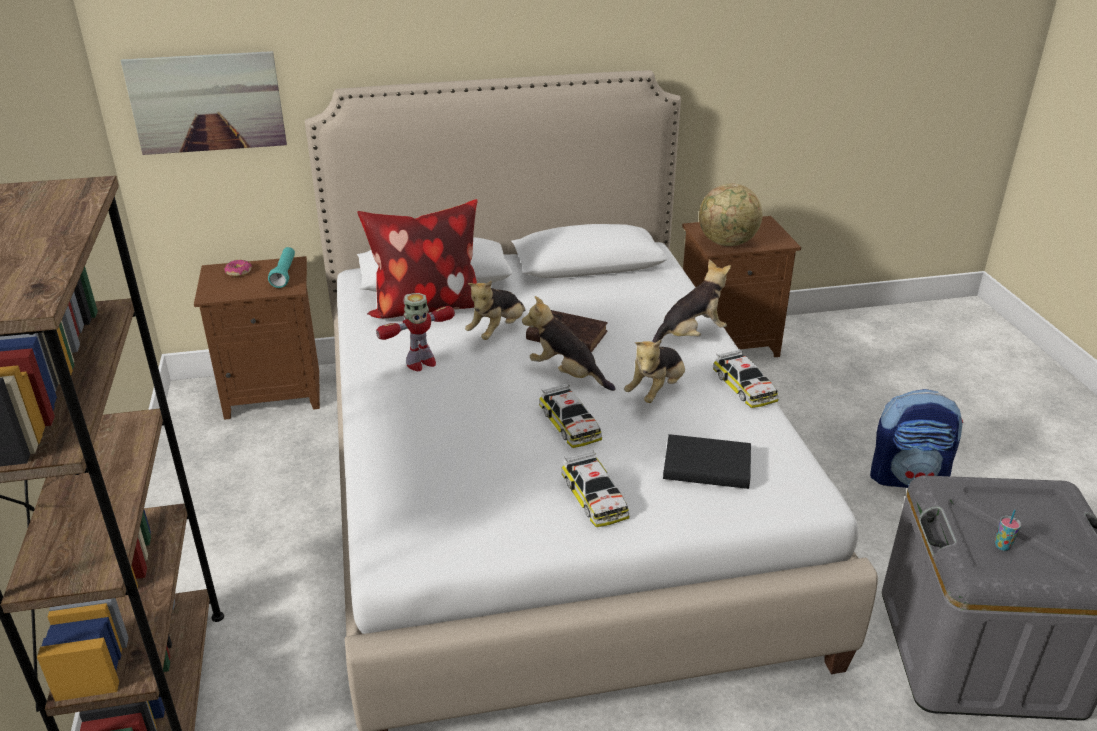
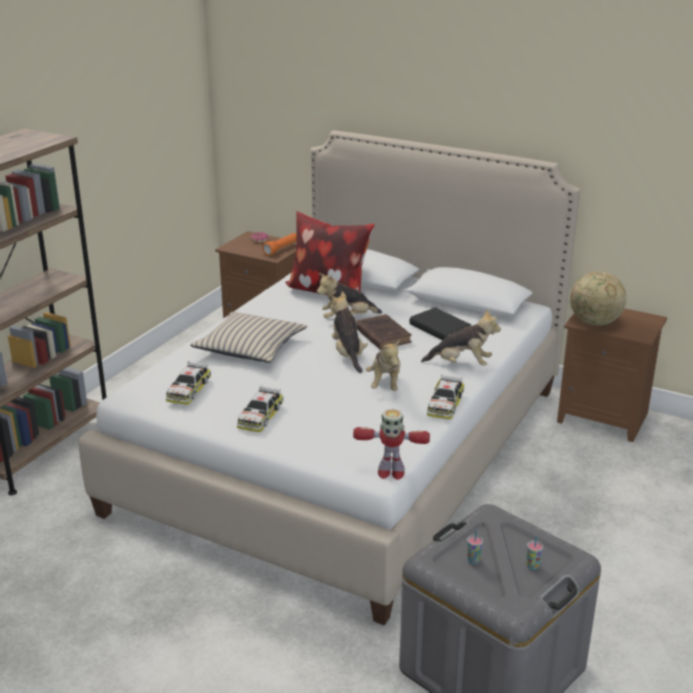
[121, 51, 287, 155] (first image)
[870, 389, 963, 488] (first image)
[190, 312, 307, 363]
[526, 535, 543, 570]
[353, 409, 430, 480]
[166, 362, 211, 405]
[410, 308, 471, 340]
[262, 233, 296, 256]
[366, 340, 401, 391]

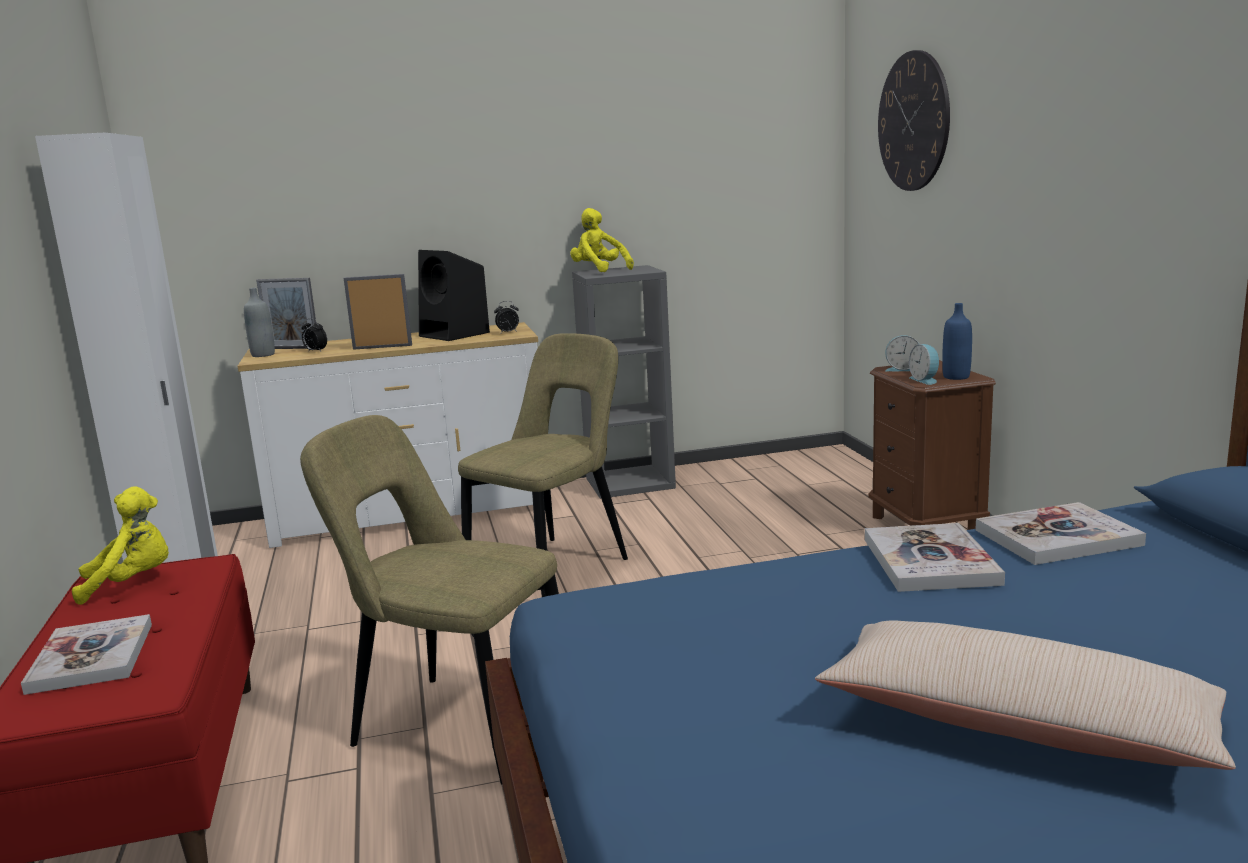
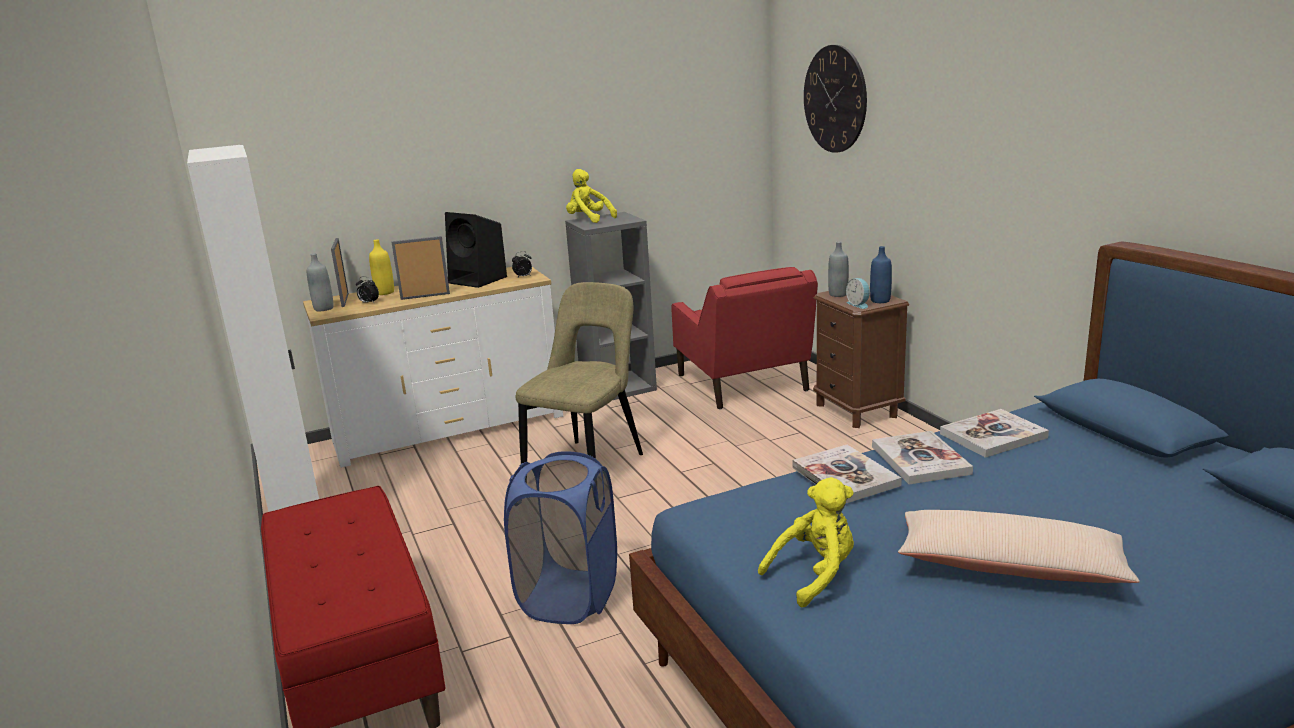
[369, 239, 394, 295]
[671, 267, 818, 410]
[792, 445, 902, 503]
[758, 477, 854, 607]
[504, 451, 617, 624]
[828, 242, 849, 297]
[331, 238, 349, 307]

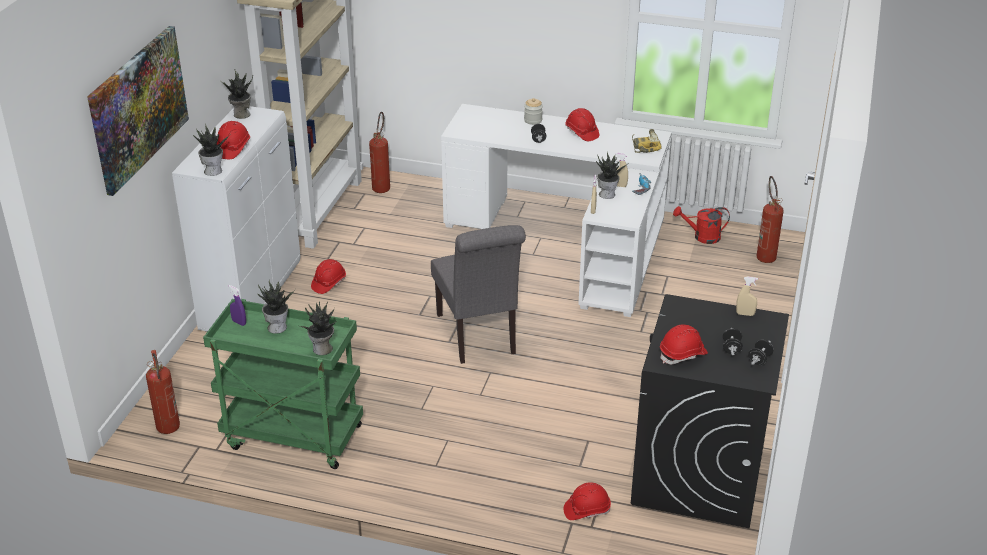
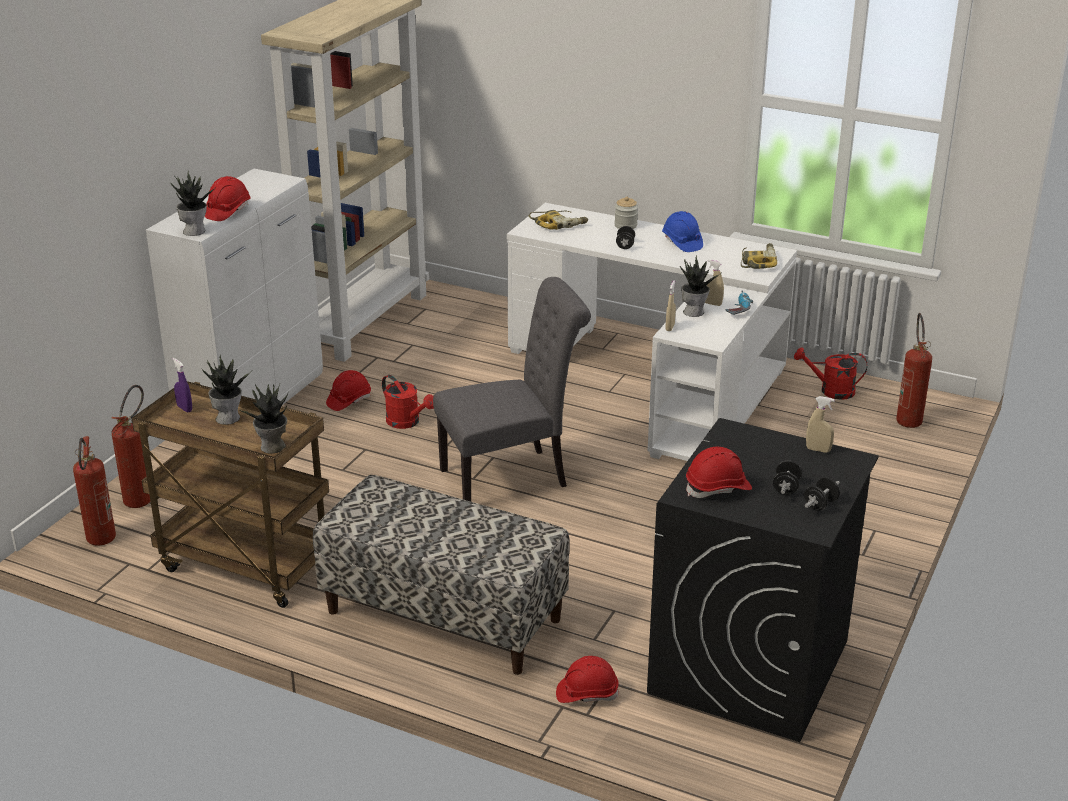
[87, 26, 189, 196] (first image)
[222, 69, 253, 119] (first image)
[313, 475, 570, 675]
[382, 375, 434, 429]
[528, 210, 588, 230]
[111, 385, 150, 508]
[132, 381, 329, 608]
[662, 211, 703, 252]
[433, 277, 591, 501]

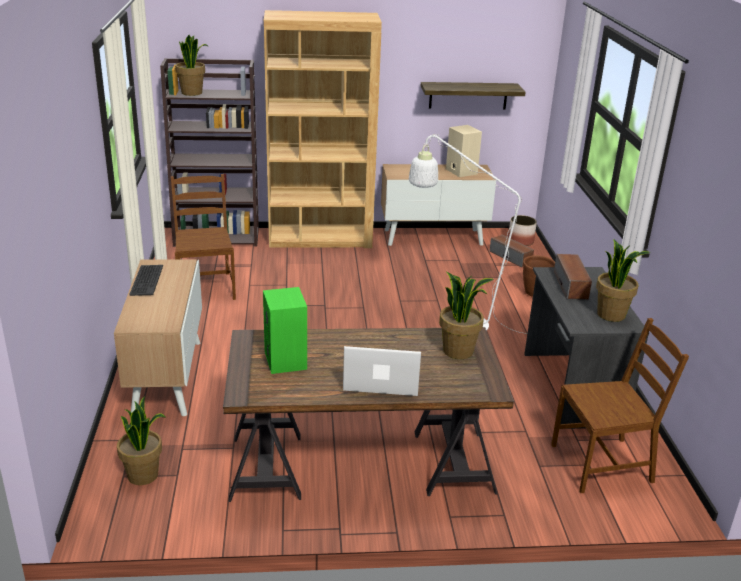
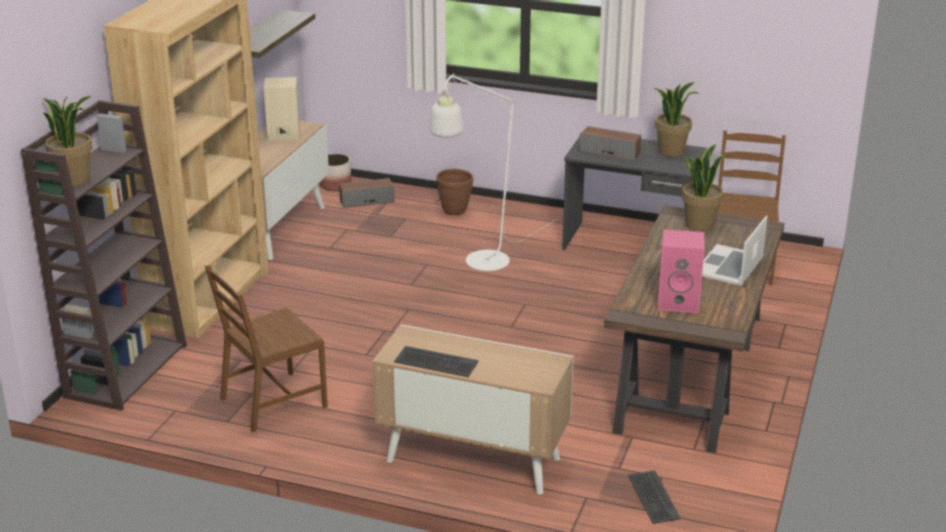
[628, 470, 681, 524]
[658, 229, 705, 313]
[205, 265, 328, 433]

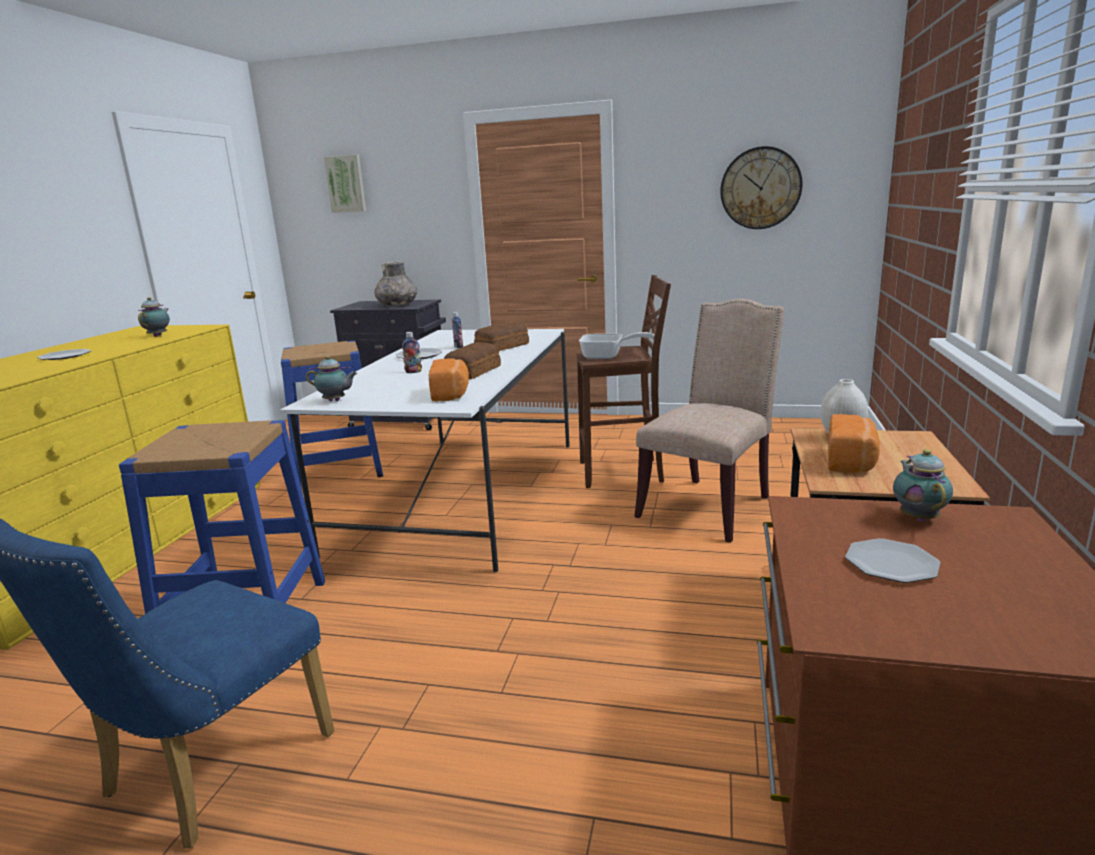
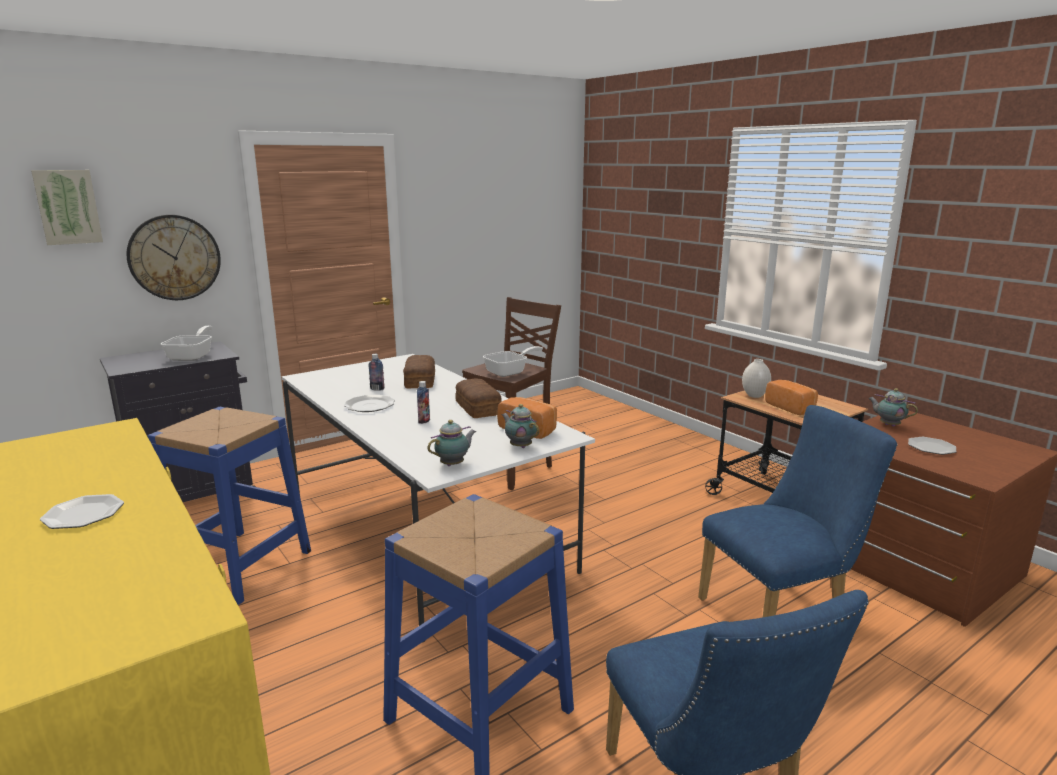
[634, 299, 785, 543] (first image)
[698, 405, 897, 617]
[502, 404, 539, 448]
[127, 215, 221, 300]
[161, 326, 212, 361]

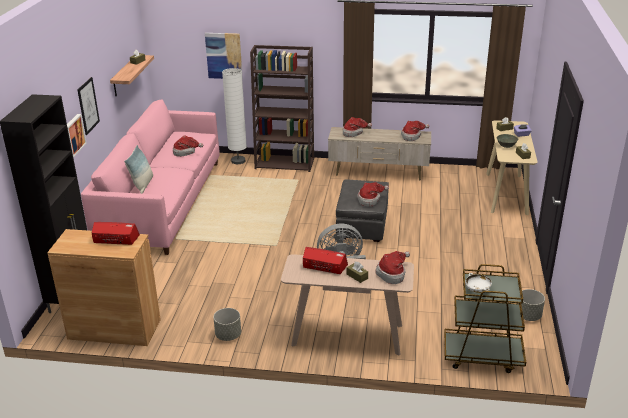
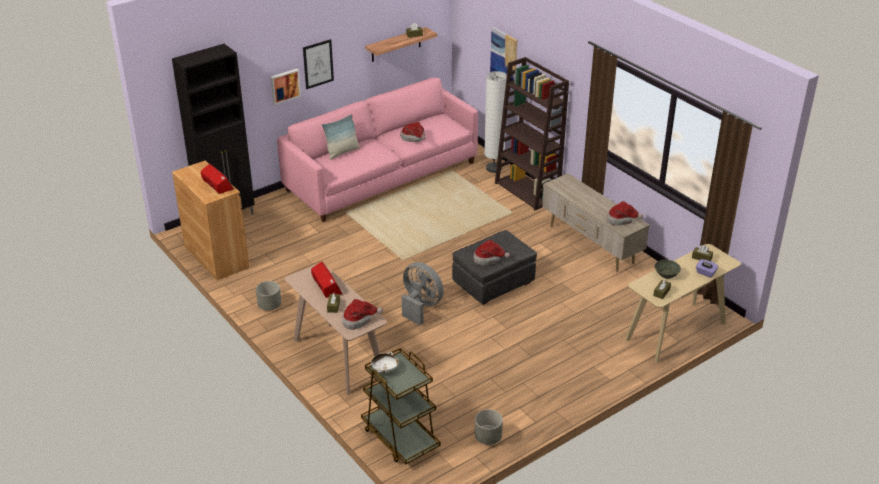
[343, 117, 372, 137] (first image)

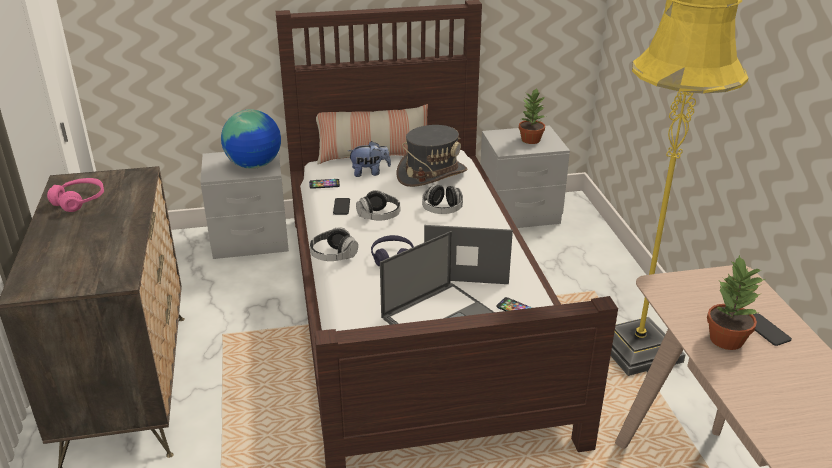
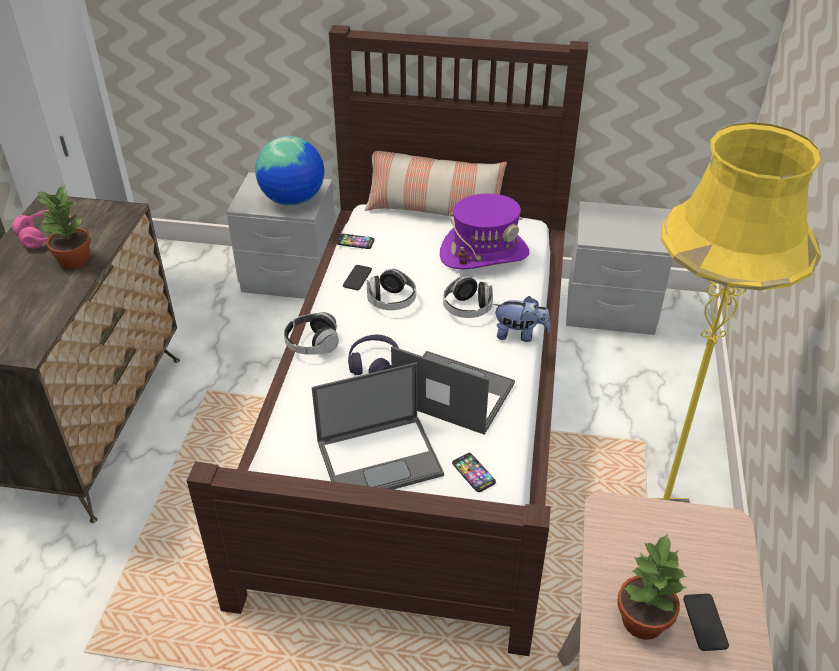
[493, 296, 550, 342]
[37, 186, 91, 269]
[440, 194, 529, 269]

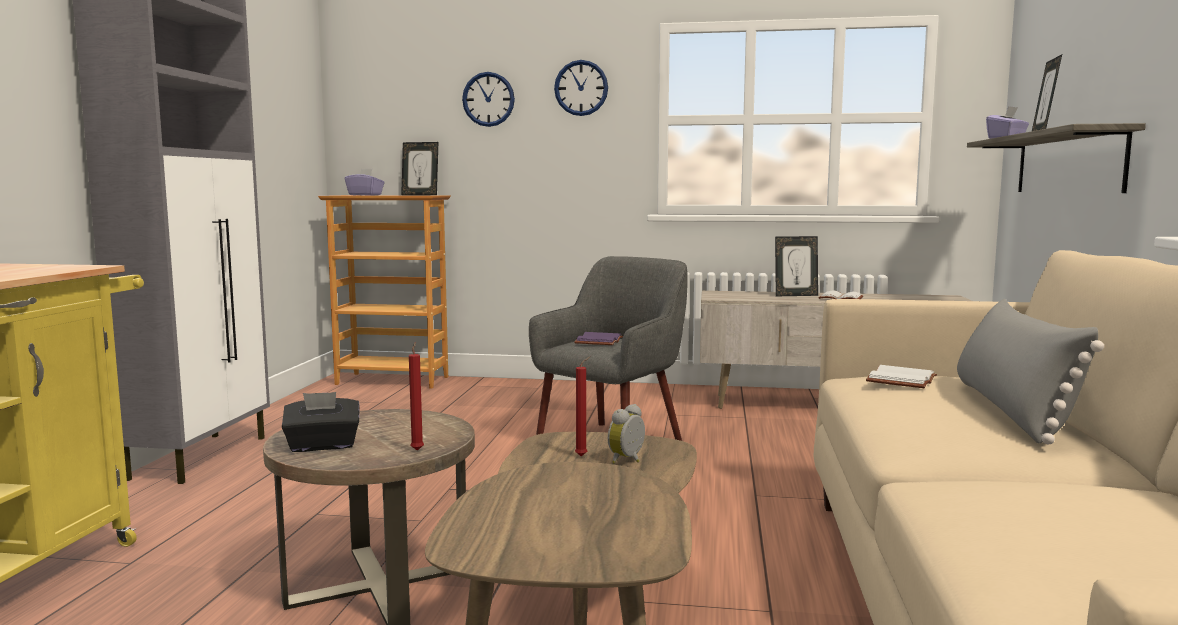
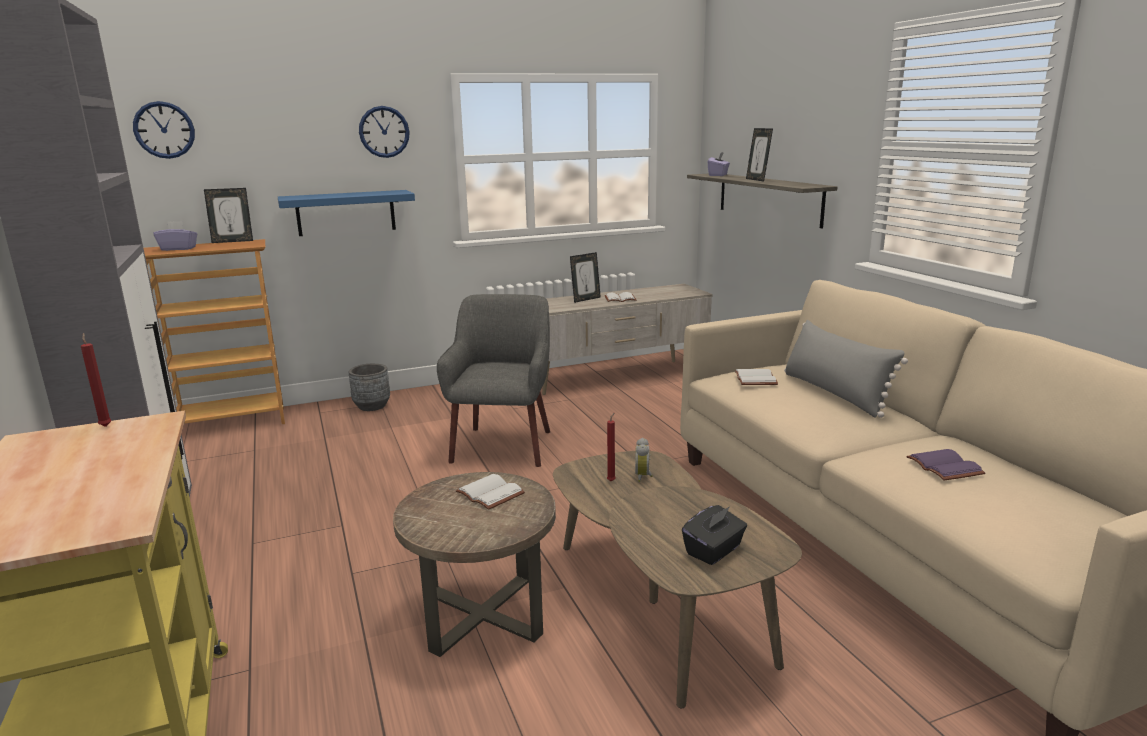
[278, 190, 415, 236]
[349, 364, 390, 411]
[456, 474, 525, 510]
[682, 505, 747, 565]
[81, 333, 112, 427]
[133, 101, 195, 159]
[907, 449, 985, 481]

